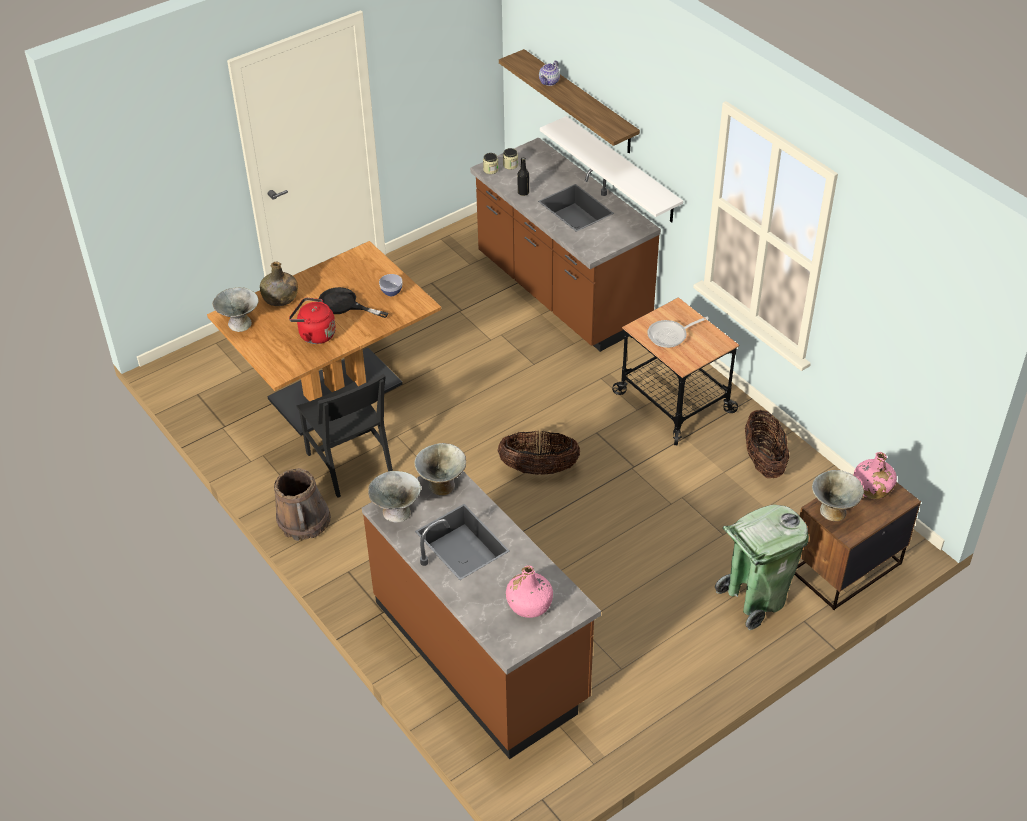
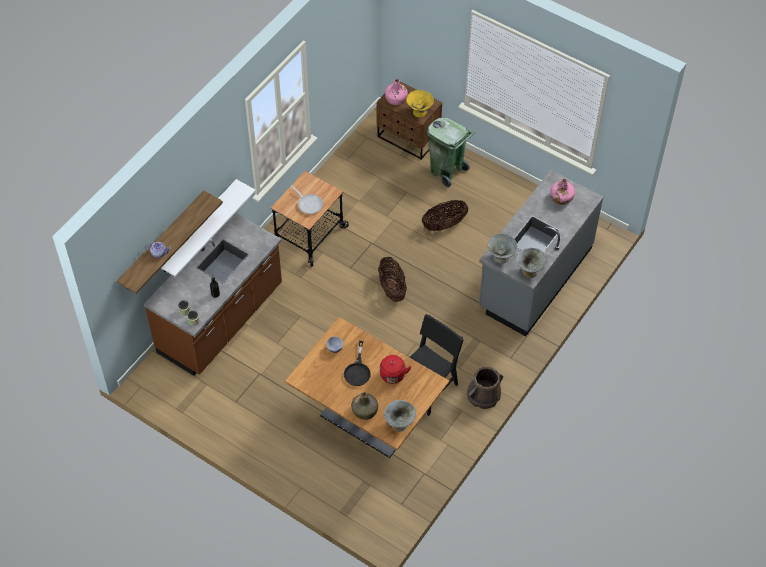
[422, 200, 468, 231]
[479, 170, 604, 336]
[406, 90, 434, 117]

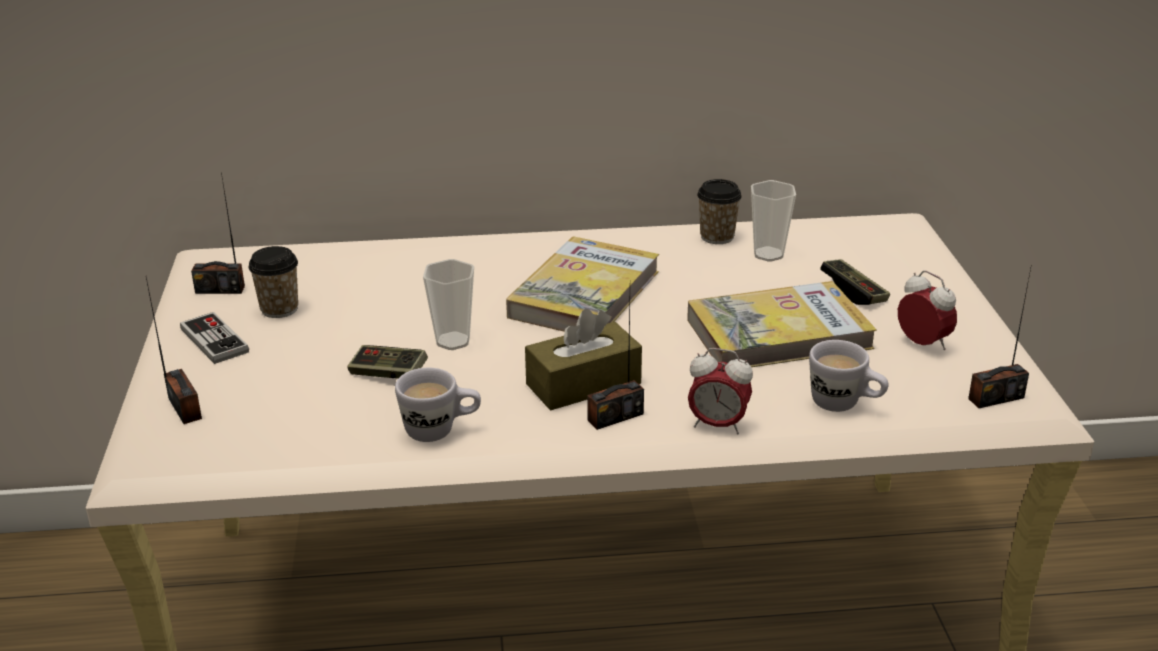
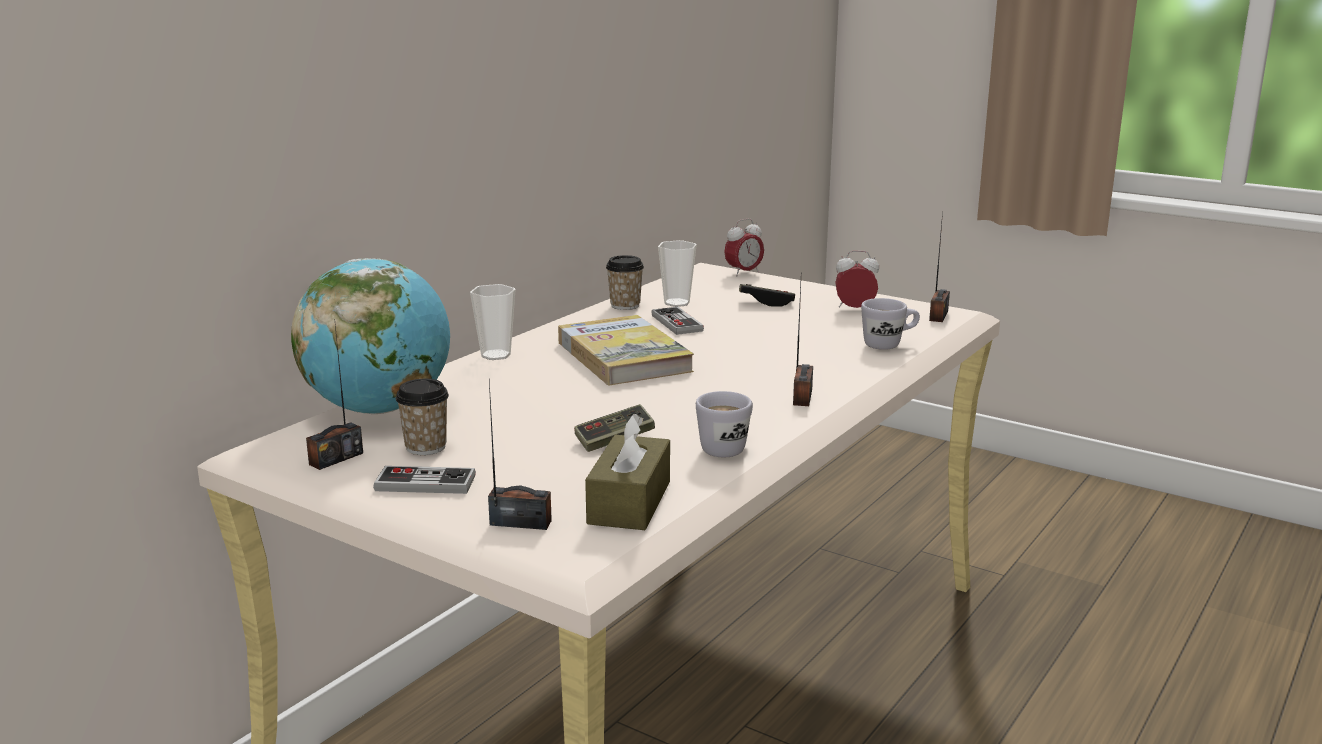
[687, 281, 877, 367] (first image)
[291, 258, 450, 414]
[651, 307, 704, 335]
[470, 284, 516, 360]
[585, 414, 670, 530]
[724, 219, 764, 277]

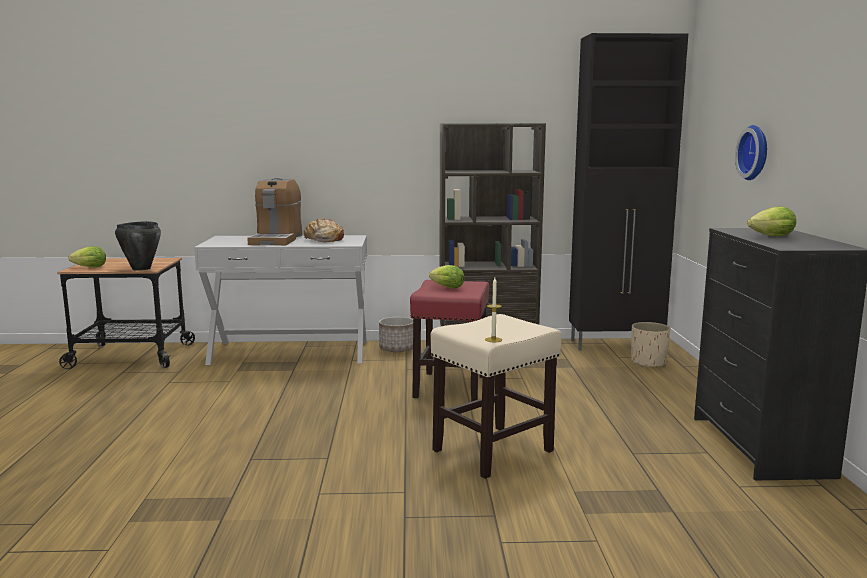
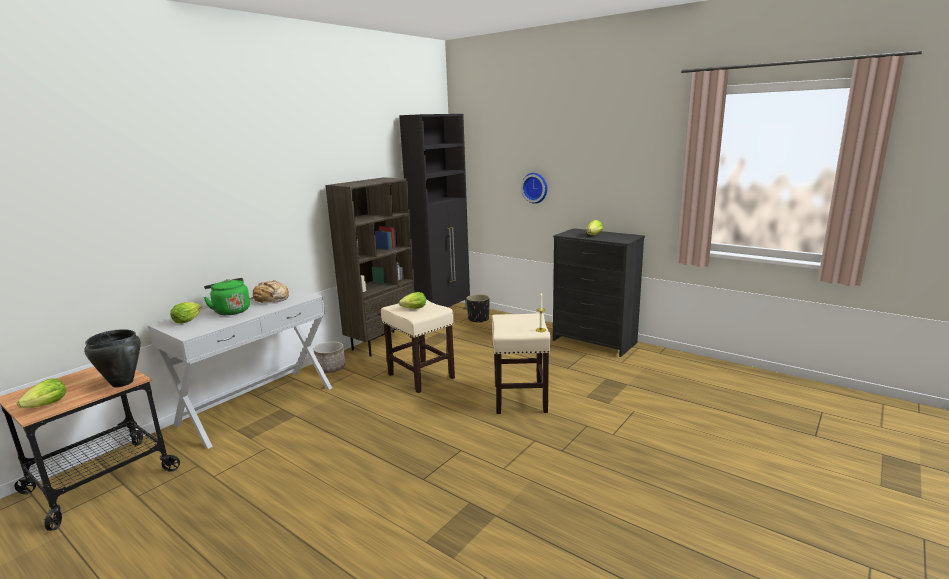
[170, 302, 202, 324]
[203, 278, 250, 315]
[381, 300, 455, 393]
[466, 294, 489, 323]

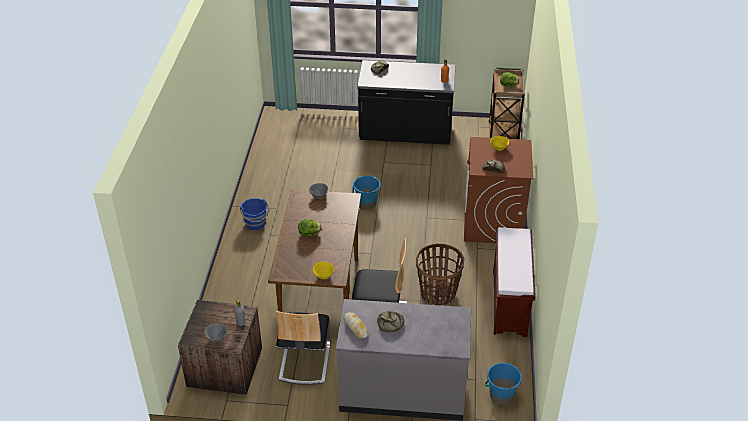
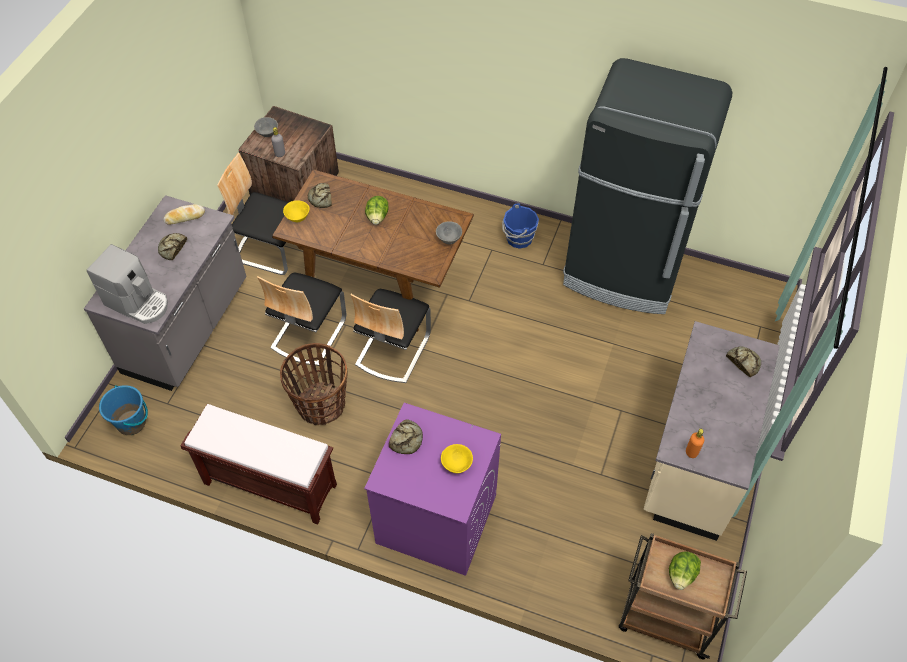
[352, 176, 381, 210] (first image)
[87, 244, 168, 324]
[308, 183, 332, 208]
[351, 289, 431, 383]
[563, 58, 732, 314]
[643, 321, 780, 541]
[364, 403, 501, 576]

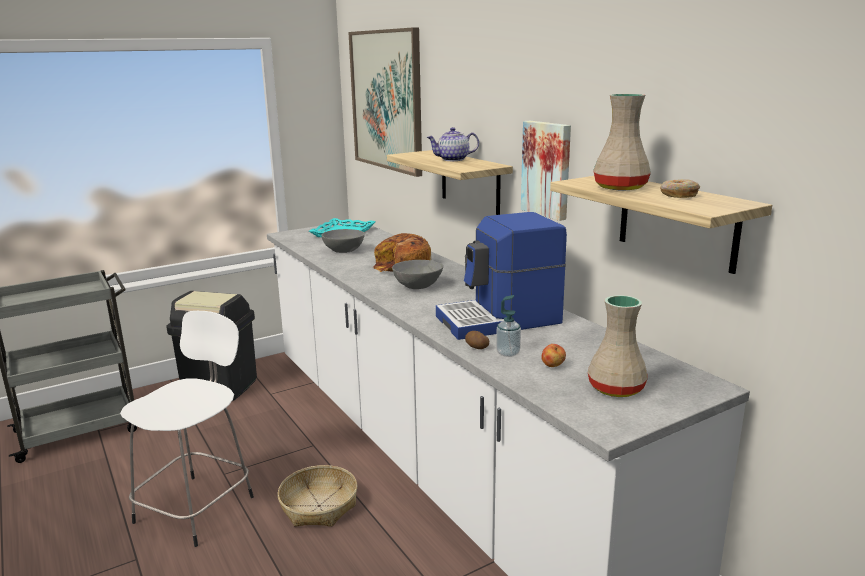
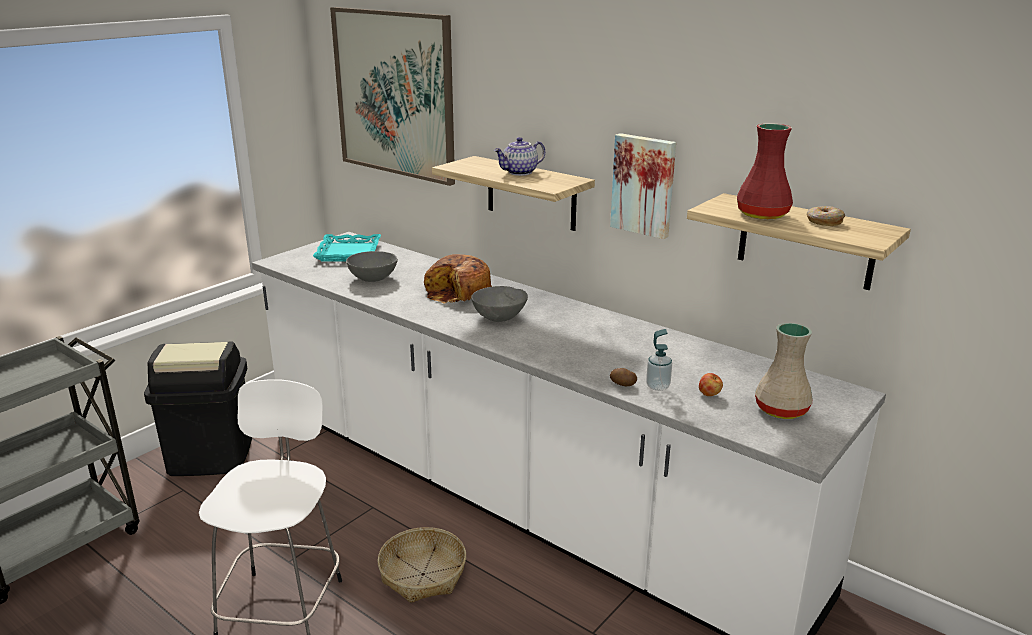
[436, 212, 567, 340] (first image)
[737, 123, 793, 219]

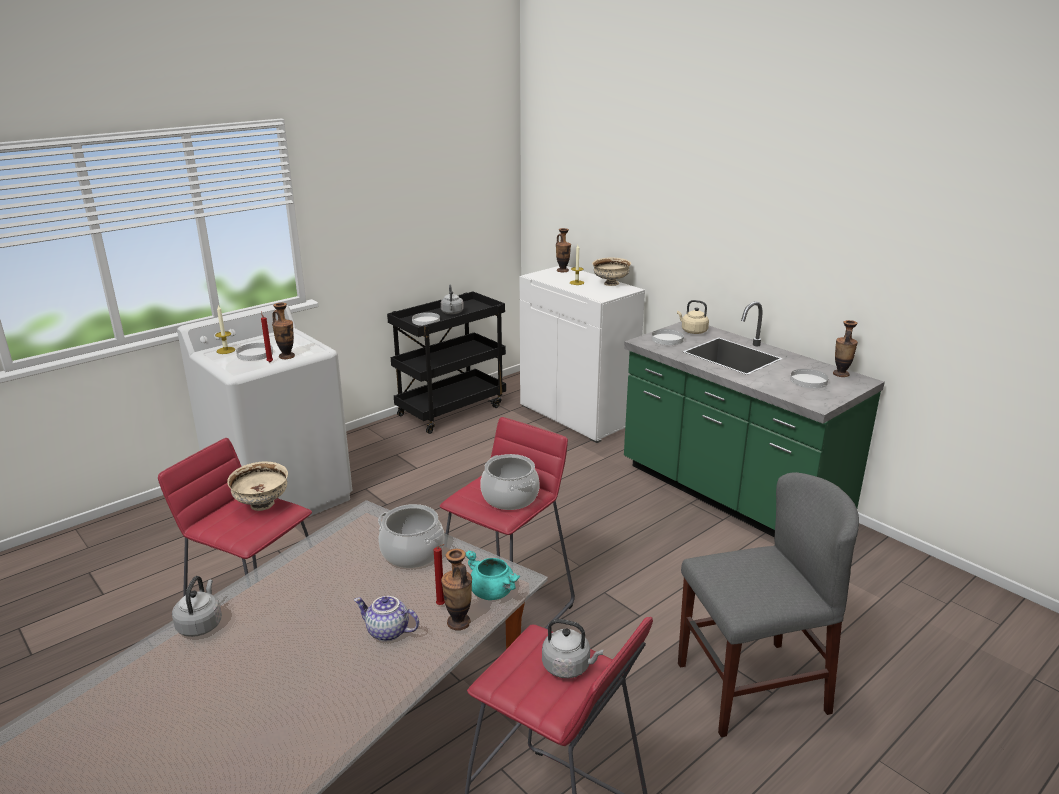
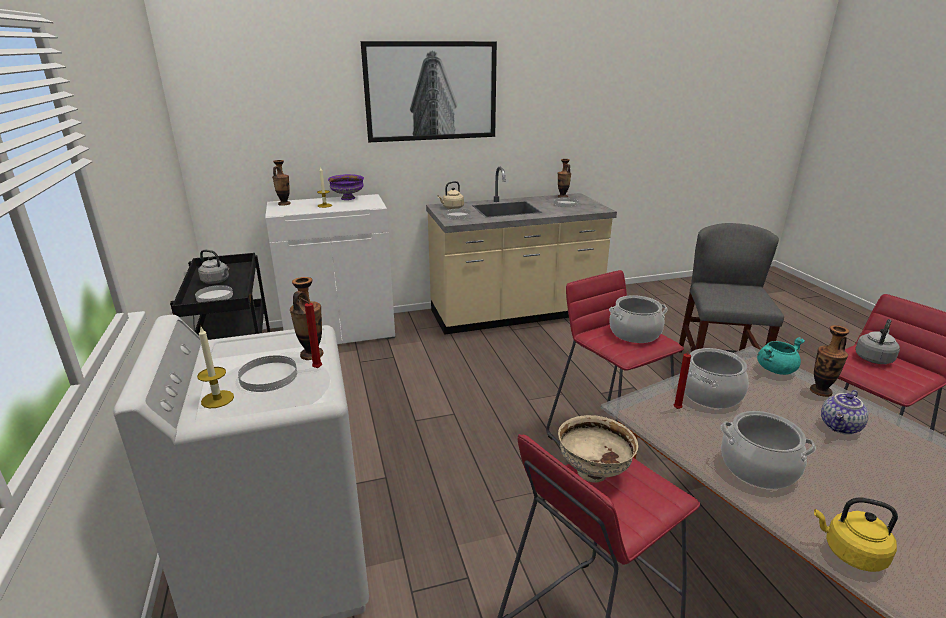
[361, 41, 497, 142]
[720, 411, 816, 489]
[674, 346, 692, 409]
[814, 497, 898, 572]
[328, 174, 364, 200]
[426, 167, 617, 335]

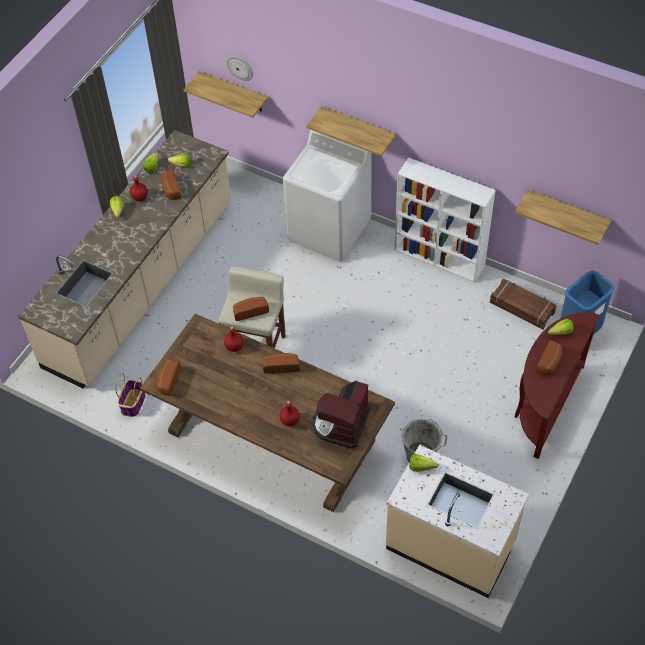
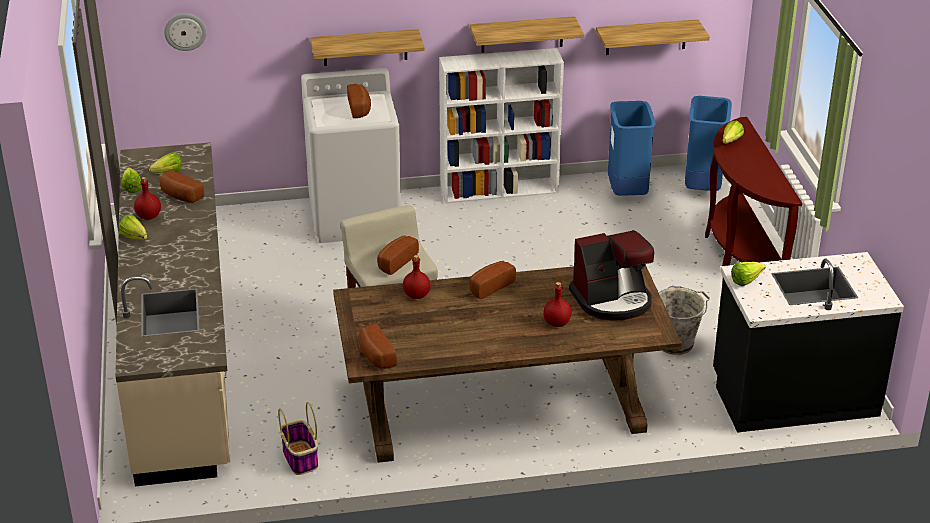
[470, 16, 584, 53]
[347, 84, 371, 118]
[608, 101, 656, 196]
[713, 252, 904, 433]
[569, 230, 654, 320]

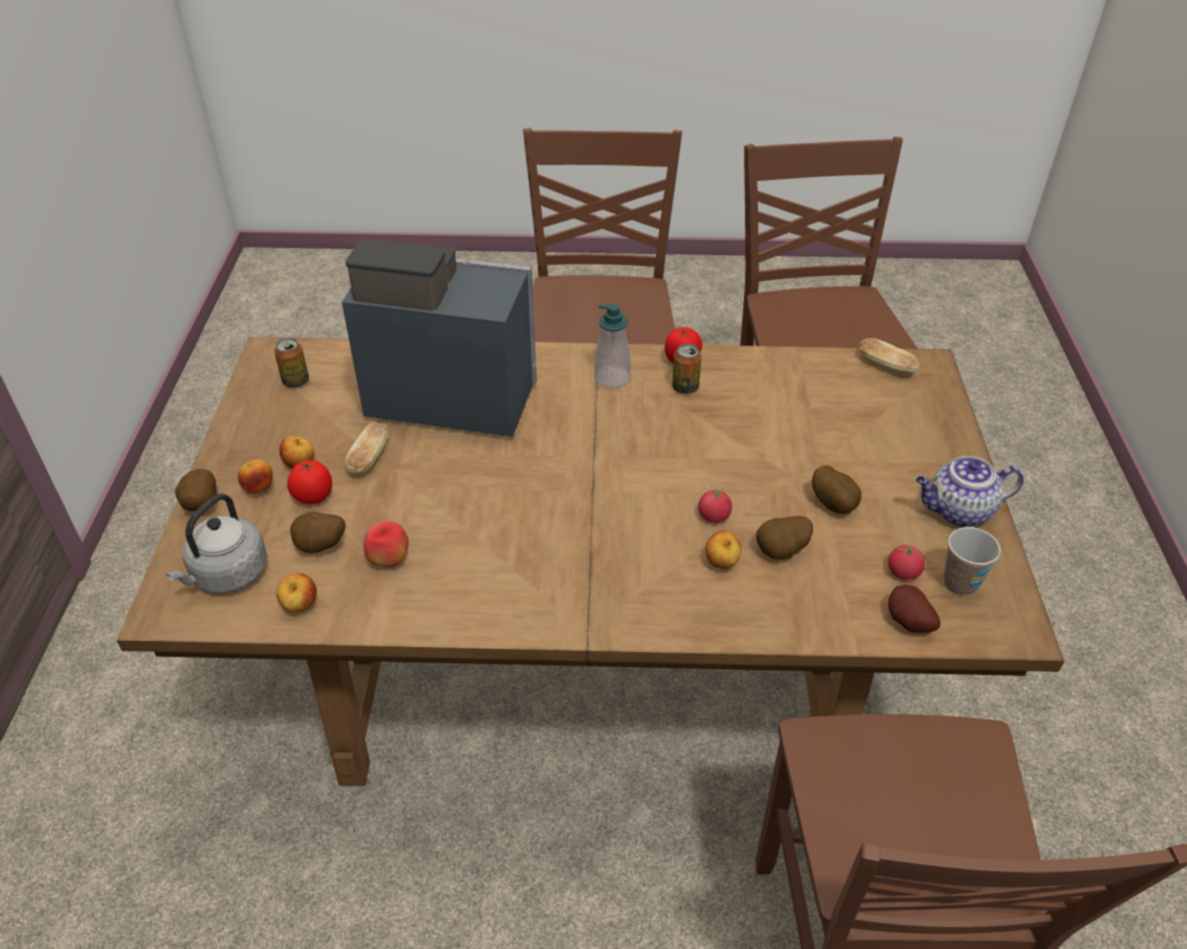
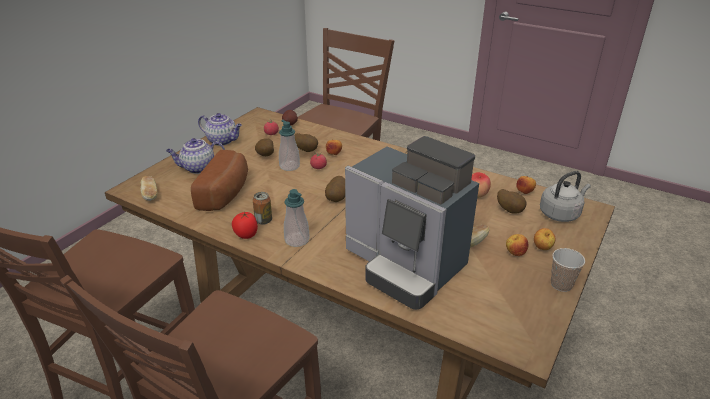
[274, 338, 309, 388] (first image)
[287, 458, 332, 504] (first image)
[166, 138, 225, 174]
[191, 150, 248, 211]
[279, 120, 300, 171]
[325, 176, 345, 202]
[551, 248, 585, 292]

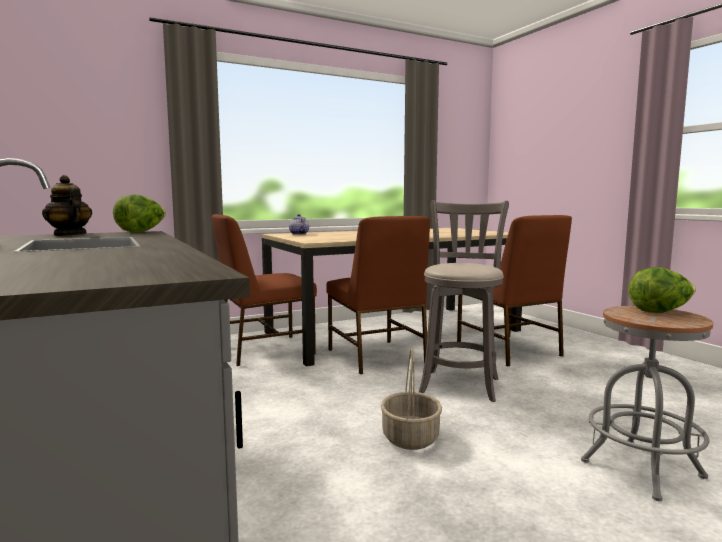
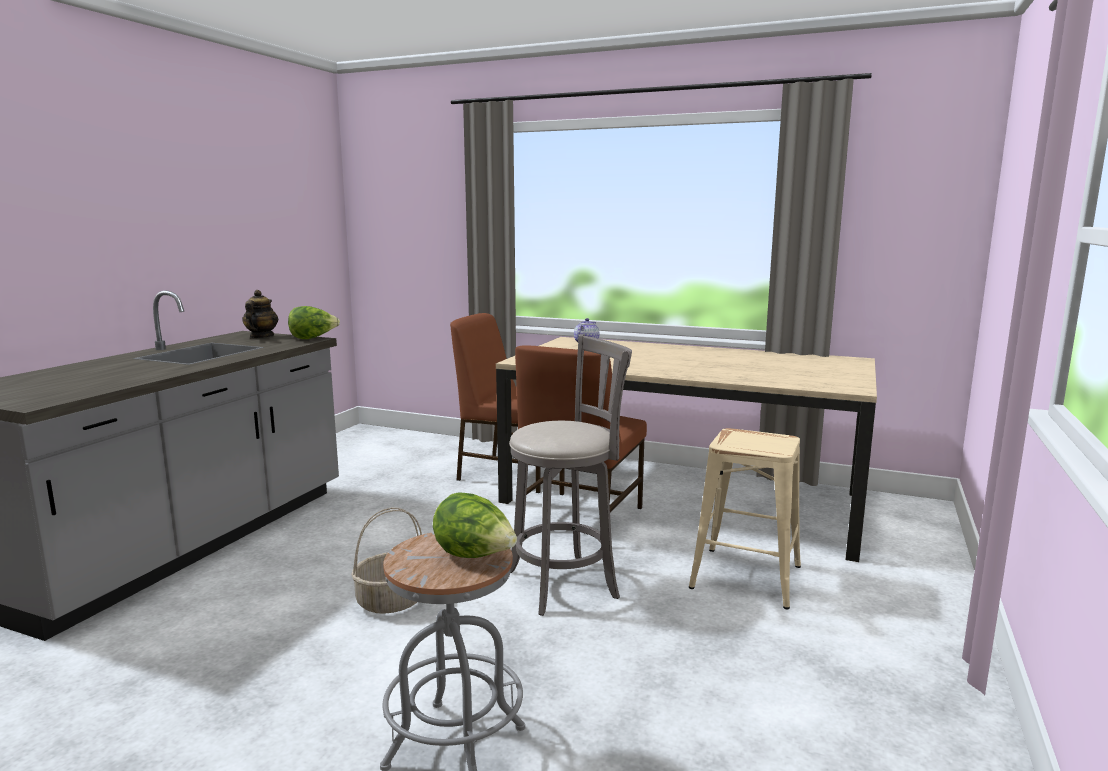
[689, 428, 801, 609]

